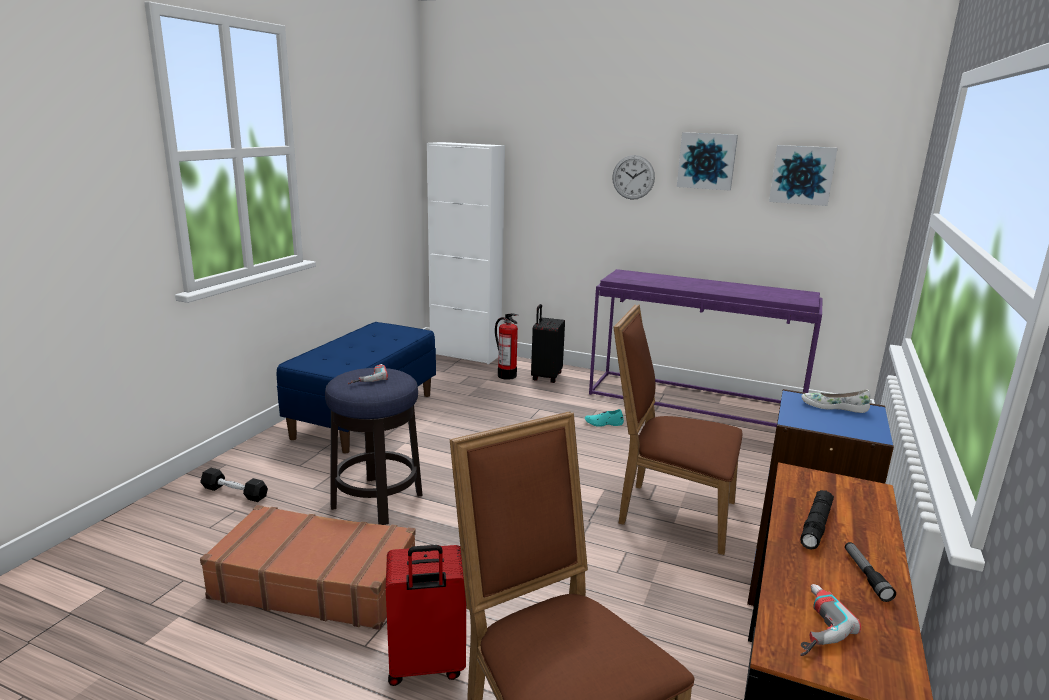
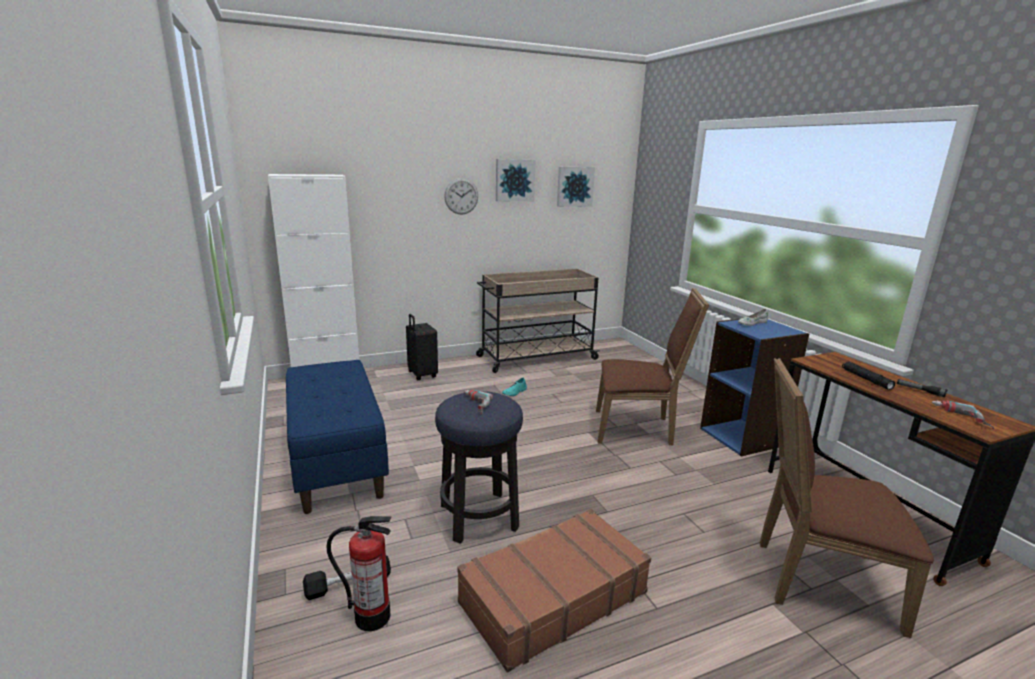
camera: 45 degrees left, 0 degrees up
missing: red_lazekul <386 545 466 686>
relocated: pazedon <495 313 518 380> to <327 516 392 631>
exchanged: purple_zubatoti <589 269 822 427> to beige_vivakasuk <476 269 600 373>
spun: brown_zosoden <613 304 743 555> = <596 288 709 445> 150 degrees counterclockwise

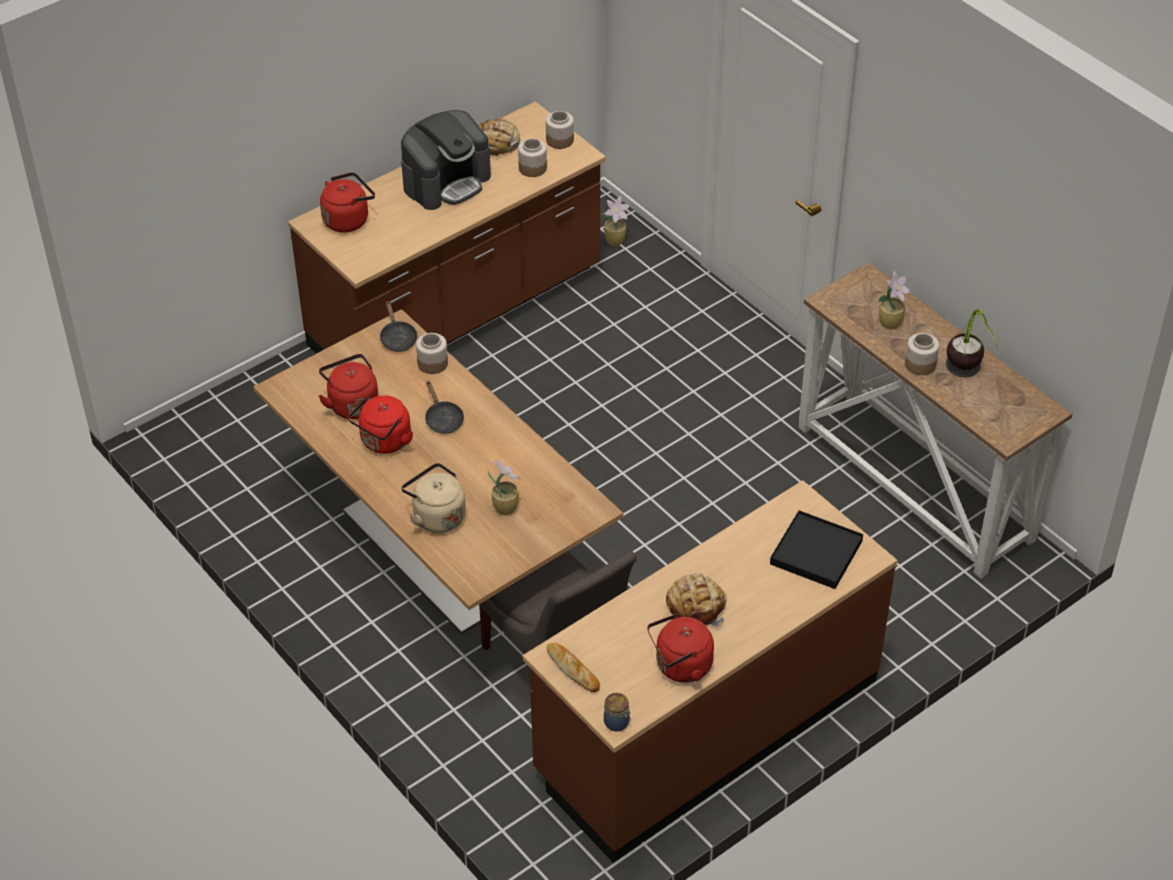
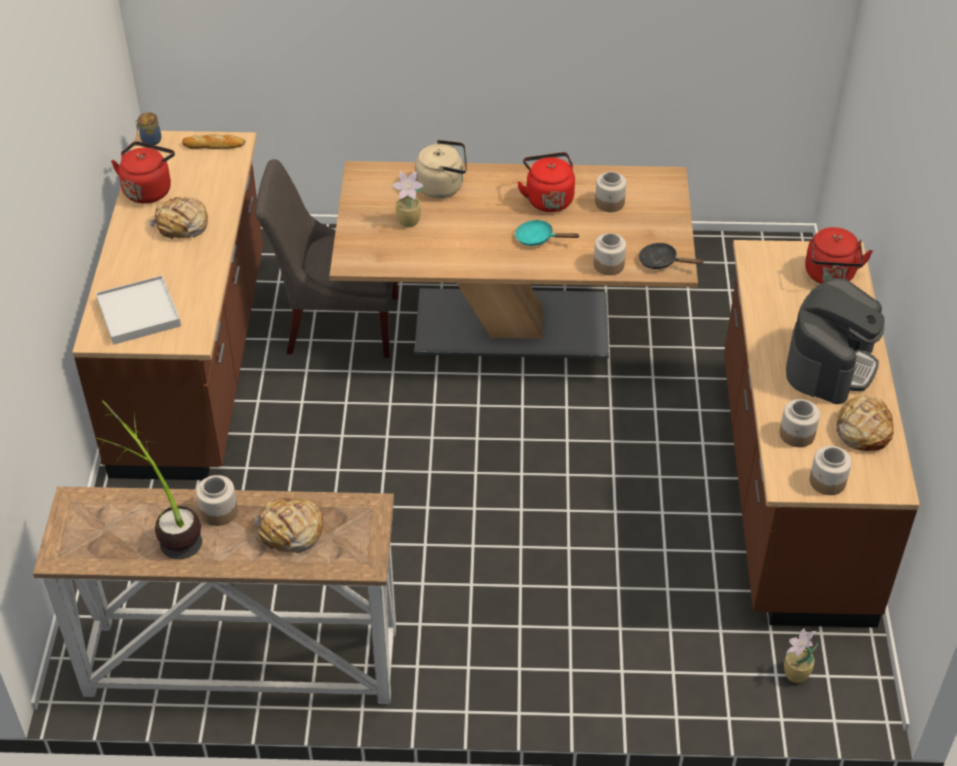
camera: 130 degrees right, 0 degrees up
exchanged: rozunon <878 271 910 329> to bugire <254 497 323 554>; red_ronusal <318 354 378 419> to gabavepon <595 172 626 212>
colour: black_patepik <425 381 464 434> to turquoise_patepik <515 220 579 246>; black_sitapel <770 510 863 589> to white_sitapel <96 275 181 345>
spun: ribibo <401 110 491 210> = <786 278 885 404> 150 degrees counterclockwise

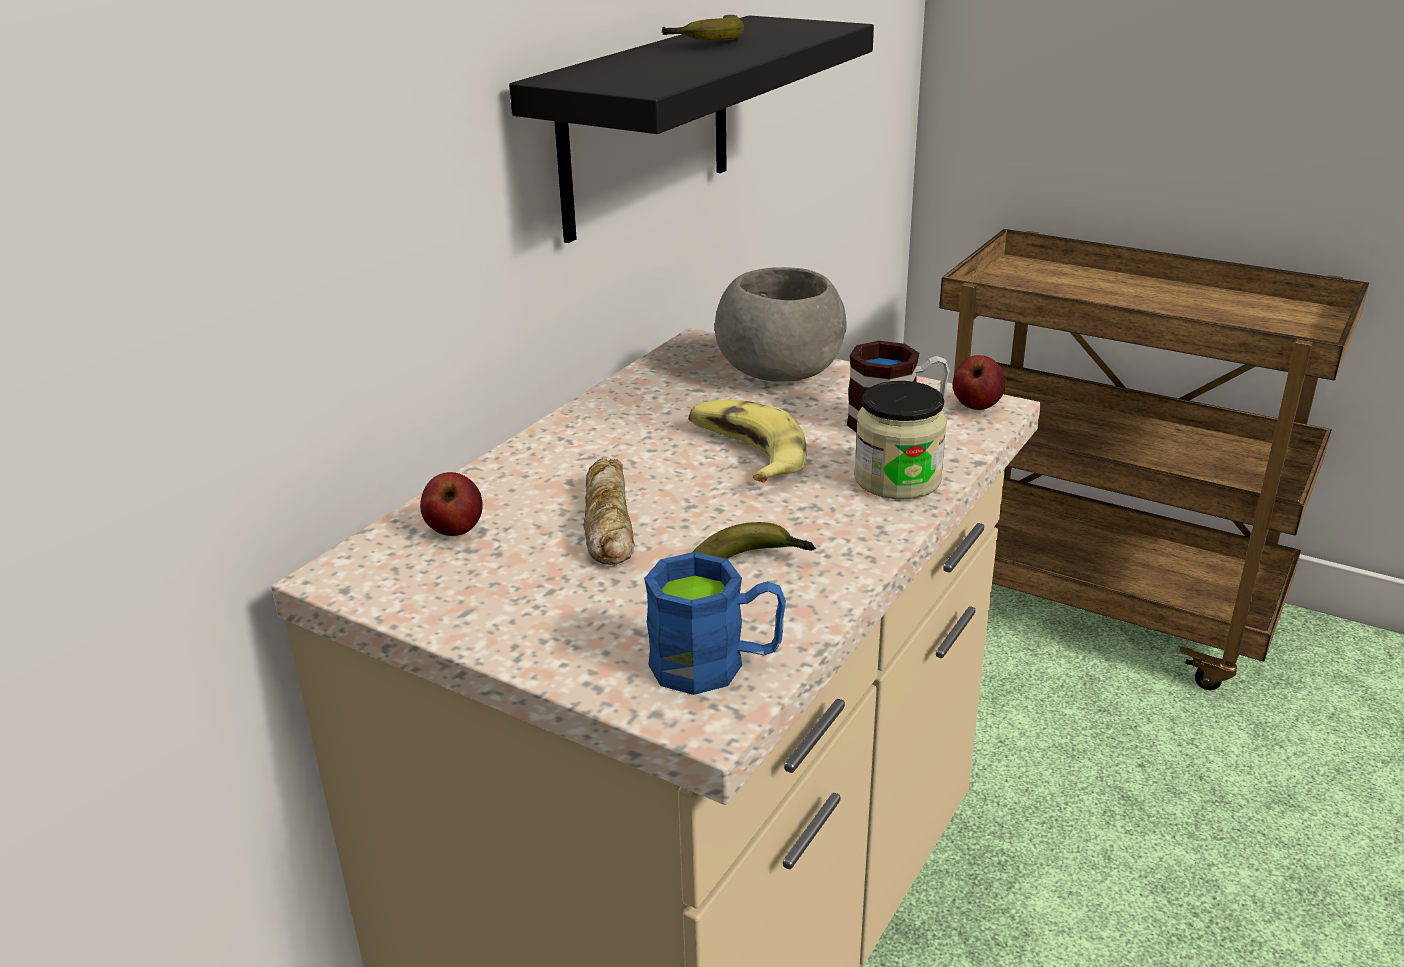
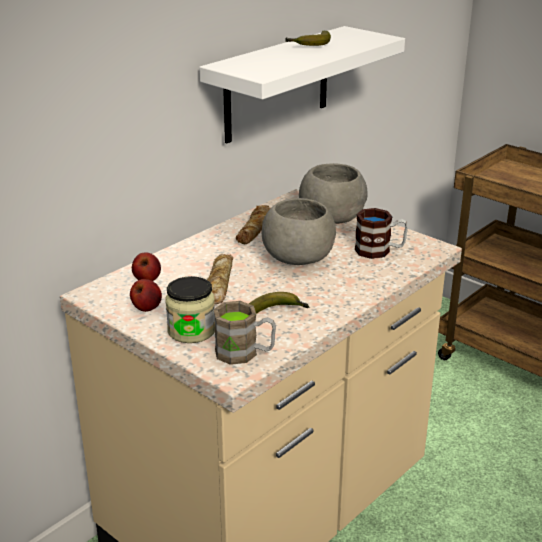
camera: 10 degrees right, 0 degrees up
appeared: bugire <236 205 270 244>
relocated: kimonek <953 355 1006 410> to <130 279 162 312>; gabavepon <854 381 947 499> to <165 276 215 343>
exchanged: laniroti <688 400 807 483> to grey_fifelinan <262 198 336 265>
colour: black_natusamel <509 15 874 243> to white_natusamel <199 26 405 143>; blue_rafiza <644 552 786 695> to brown_rafiza <214 301 276 365>

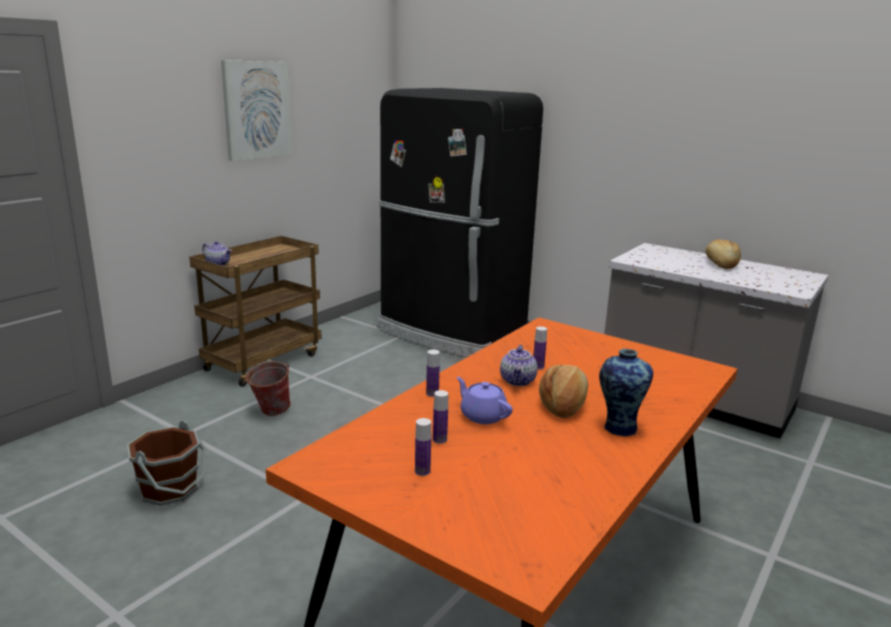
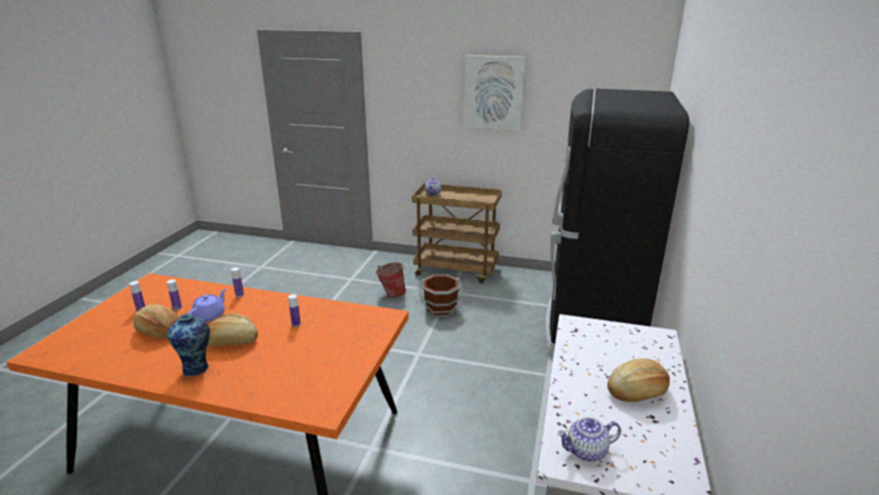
camera: 70 degrees right, 5 degrees up
appeared: bugire <133 304 179 338>
relocated: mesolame <500 345 537 386> to <557 417 621 462>; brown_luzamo <127 420 206 506> to <419 275 463 317>

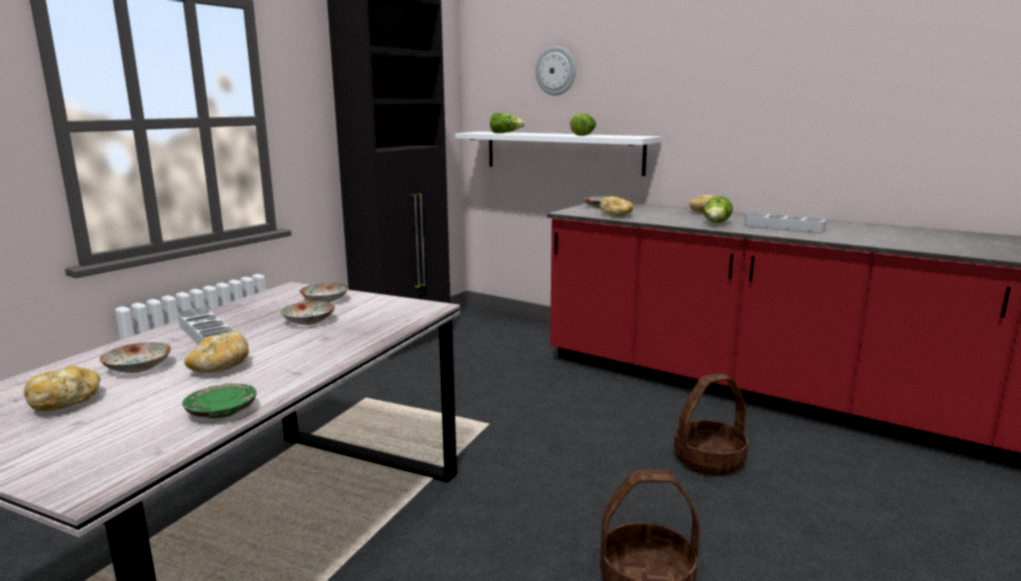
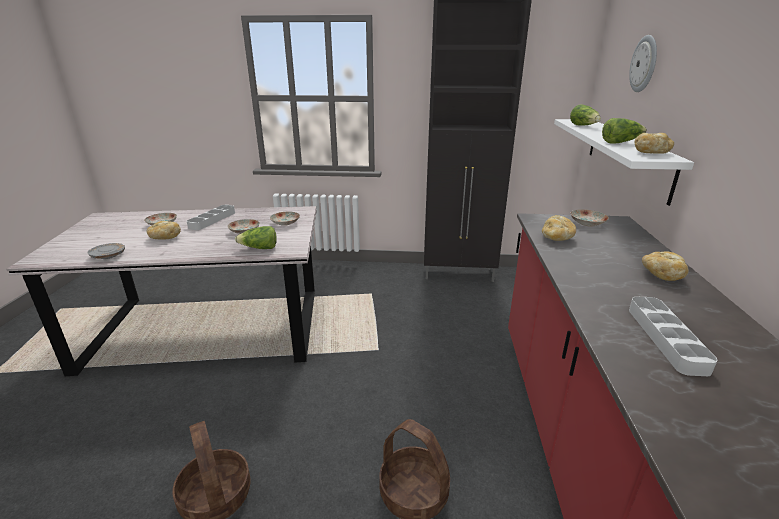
camera: 60 degrees right, 10 degrees up
relocated: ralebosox <703 196 733 223> to <235 226 277 249>; bugire <24 366 100 411> to <635 133 674 154>
colour: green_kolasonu <182 383 256 418> to grey_kolasonu <87 243 125 259>

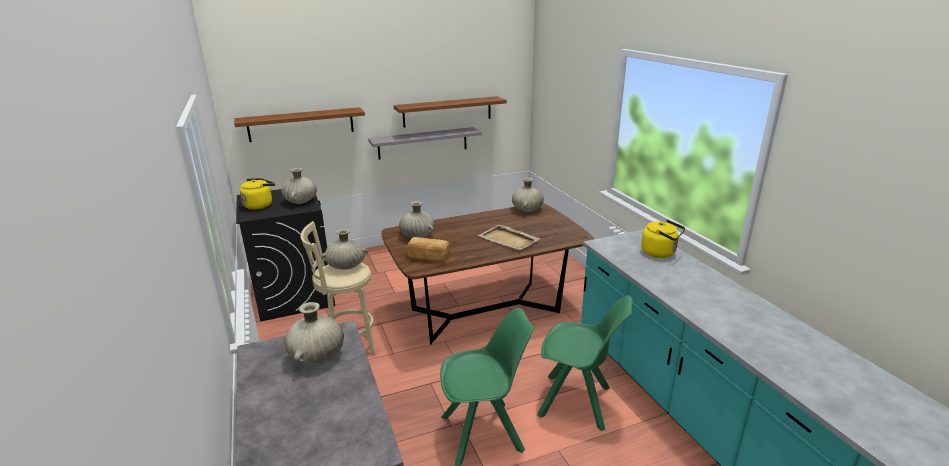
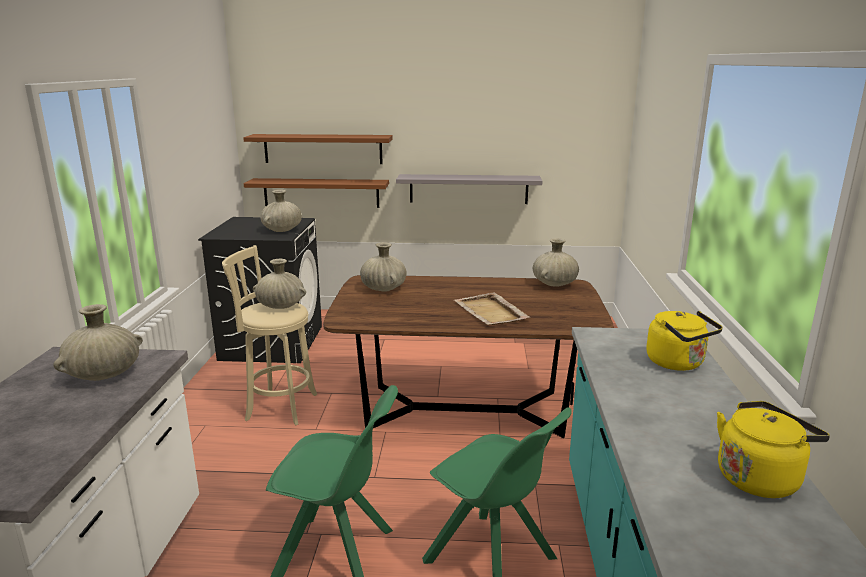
camera: 25 degrees right, 5 degrees down
missing: bugire <406 237 450 262>
relocated: brown_natusamel <393 96 507 127> to <244 178 389 208>; yellow_ronusal <240 178 275 210> to <717 401 830 498>

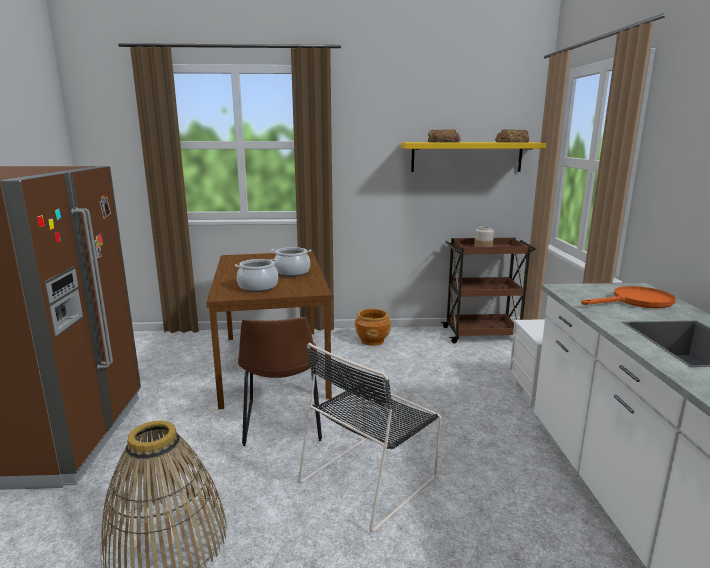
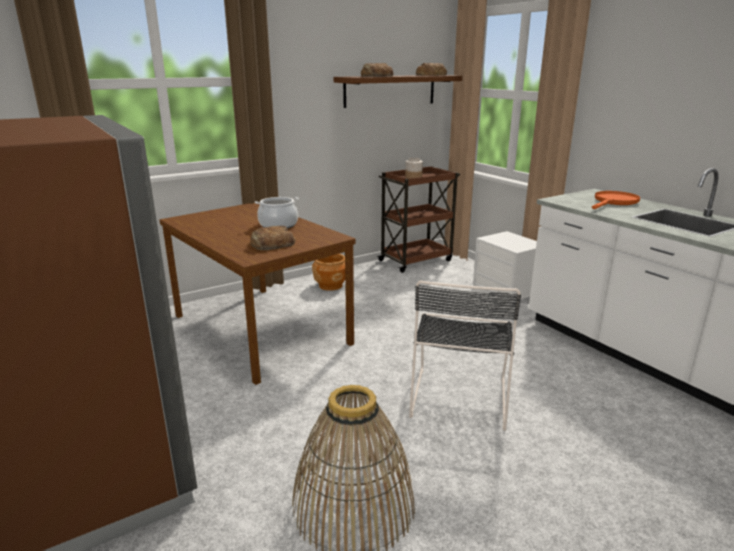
camera: 30 degrees left, 5 degrees up
missing: brown_zosoden <238 317 322 446>
exchanged: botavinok <235 259 278 292> to bugire <250 226 296 250>
colour: yellow_natusamel <401 142 546 172> to brown_natusamel <334 75 462 108>

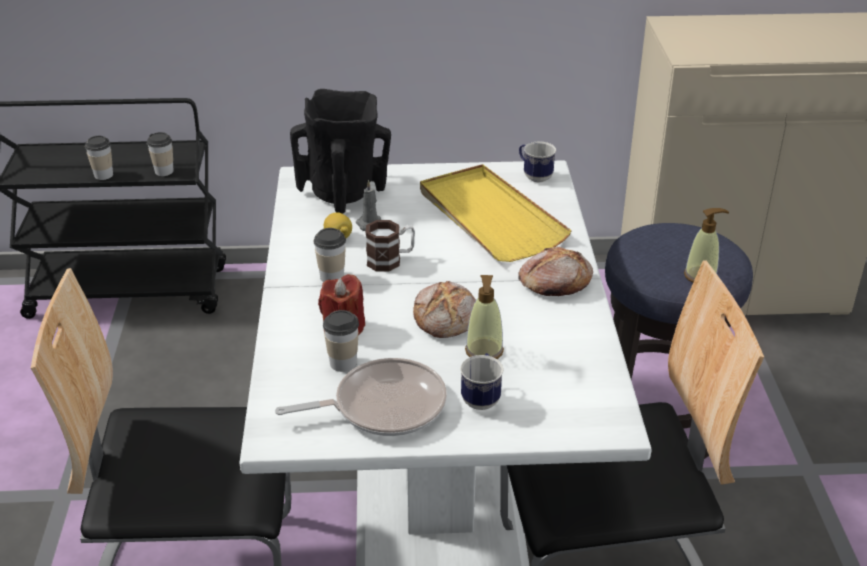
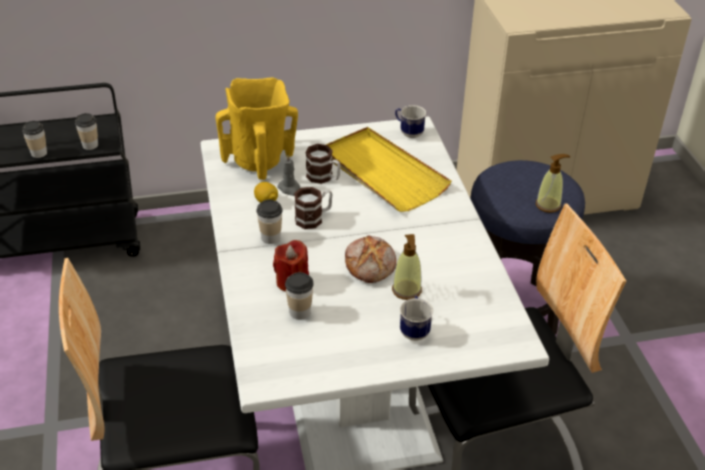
camera: 10 degrees left, 5 degrees up
missing: bugire <518 247 593 296>; patepik <275 358 447 436>
appeared: rafiza <306 144 341 184>
colour: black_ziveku <290 89 391 214> to yellow_ziveku <215 77 298 180>

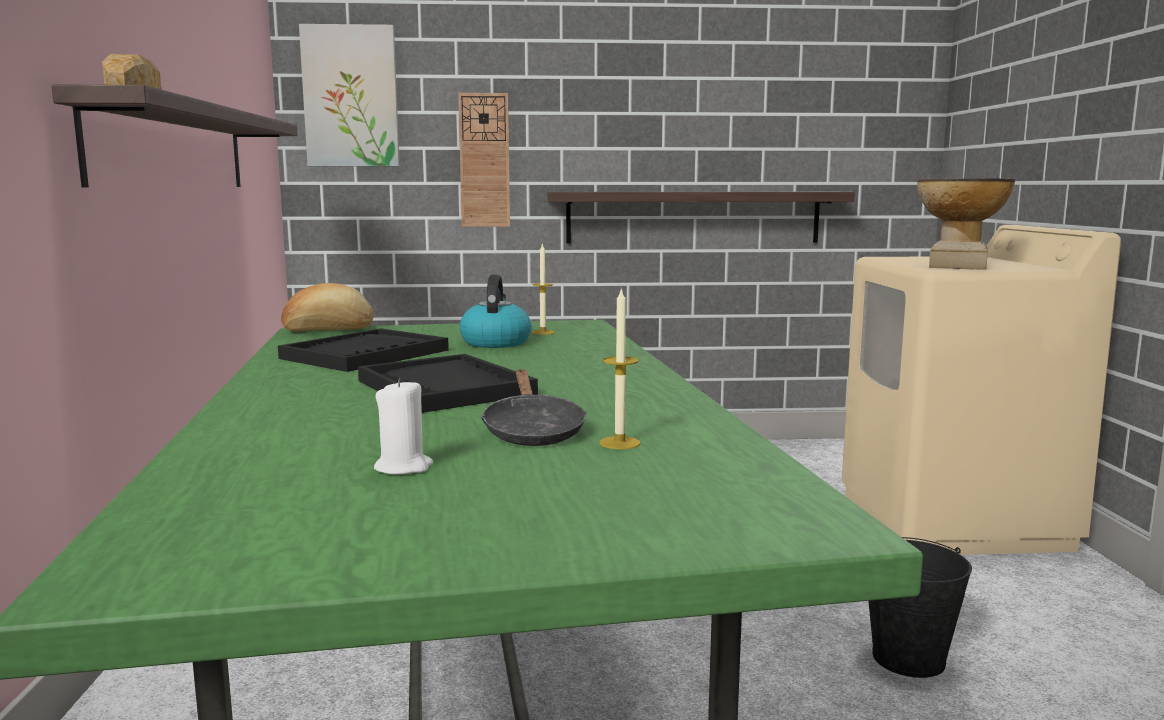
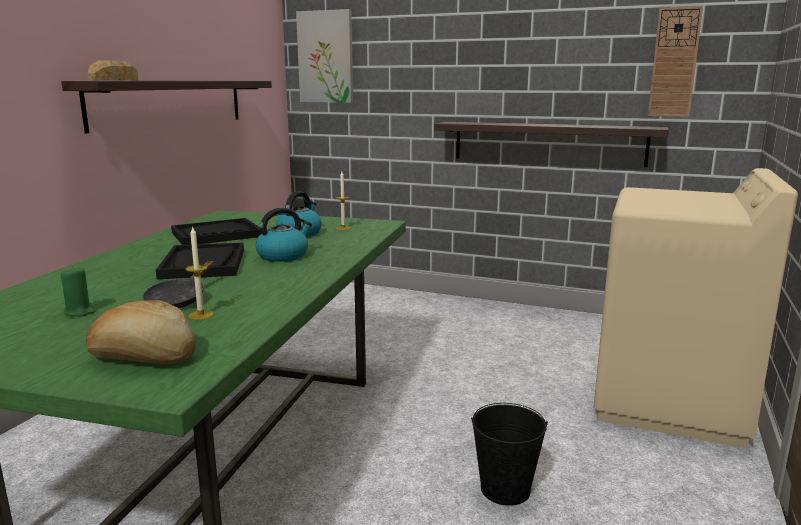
camera: 25 degrees right, 5 degrees up
missing: ziveku <917 178 1015 270>
appeared: ronusal <256 208 312 262>
relocated: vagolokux <458 93 510 227> to <648 6 703 117>; bugire <281 283 374 332> to <86 300 196 364>
colour: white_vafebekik <374 378 433 475> to green_vafebekik <61 266 96 316>

